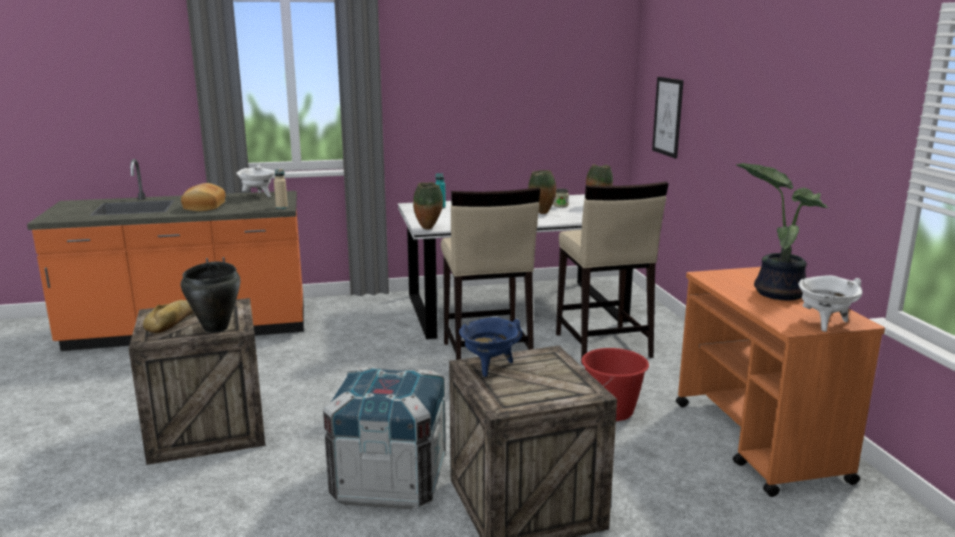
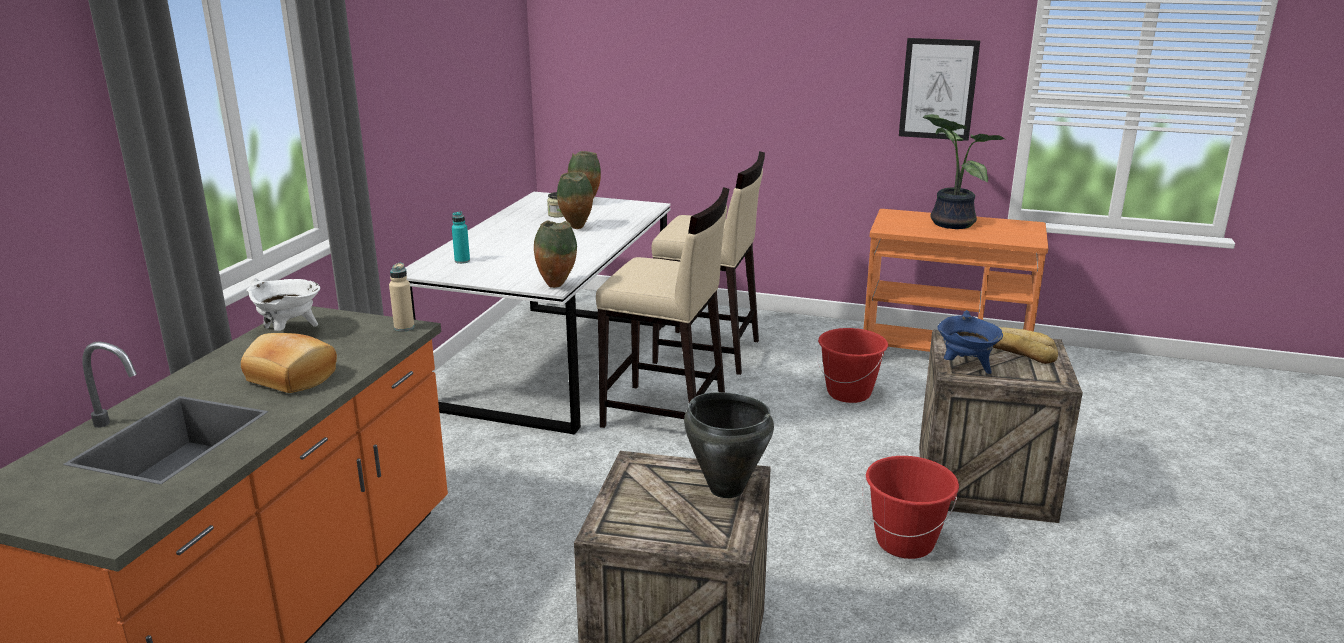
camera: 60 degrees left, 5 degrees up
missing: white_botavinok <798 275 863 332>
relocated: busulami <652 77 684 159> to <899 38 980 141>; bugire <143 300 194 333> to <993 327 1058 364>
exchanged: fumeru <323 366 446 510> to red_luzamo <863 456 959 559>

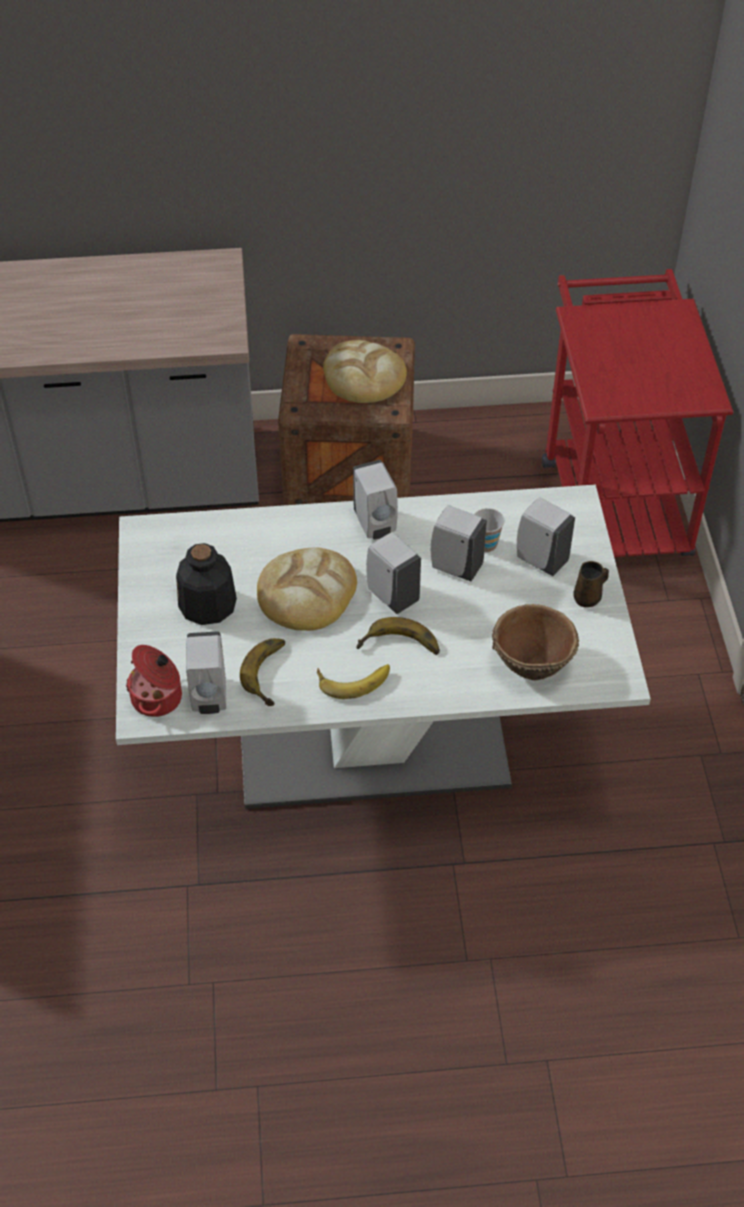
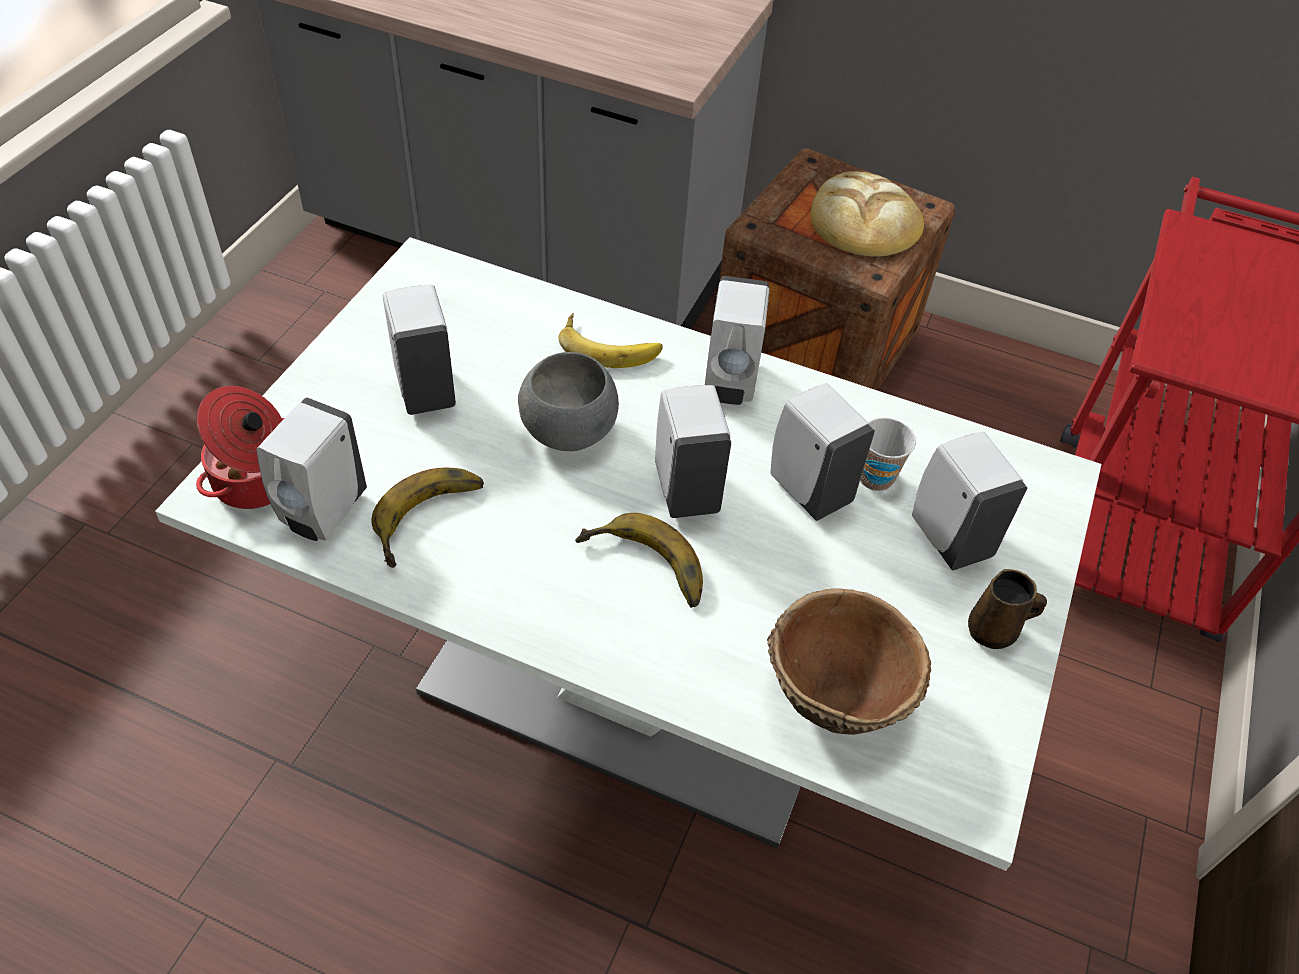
camera: 25 degrees right, 0 degrees up
relocated: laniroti <317 664 390 699> to <559 313 662 368>
exchanged: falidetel <176 543 237 625> to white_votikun <383 285 456 415>; bugire <257 547 357 631> to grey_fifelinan <518 352 619 451>

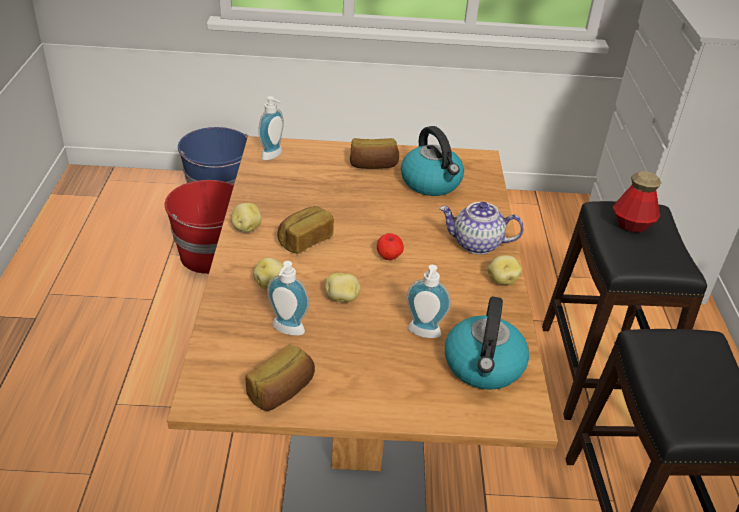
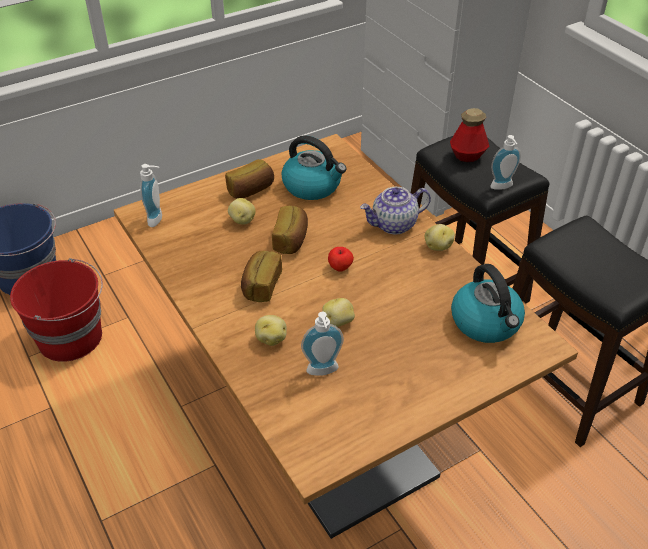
camera: 30 degrees left, 5 degrees up
relocated: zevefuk <231 203 262 232> to <228 198 255 225>; votikun <406 265 451 338> to <490 135 521 190>; bugire <245 344 315 411> to <272 205 308 254>

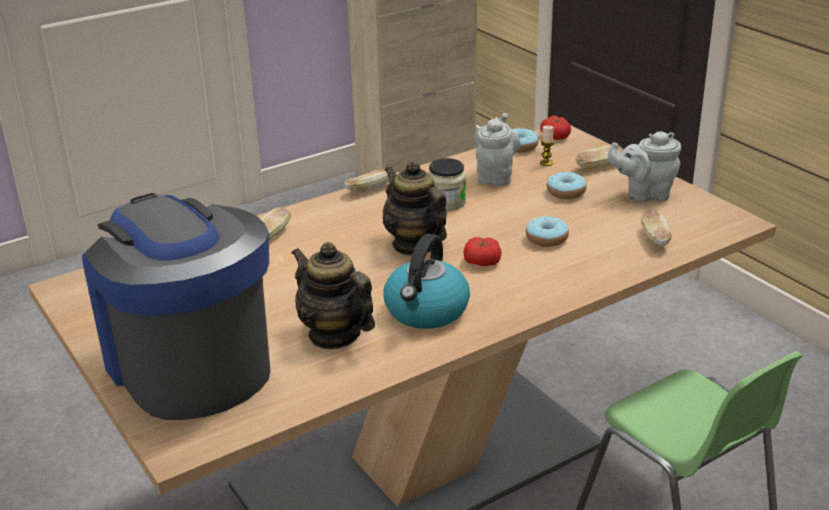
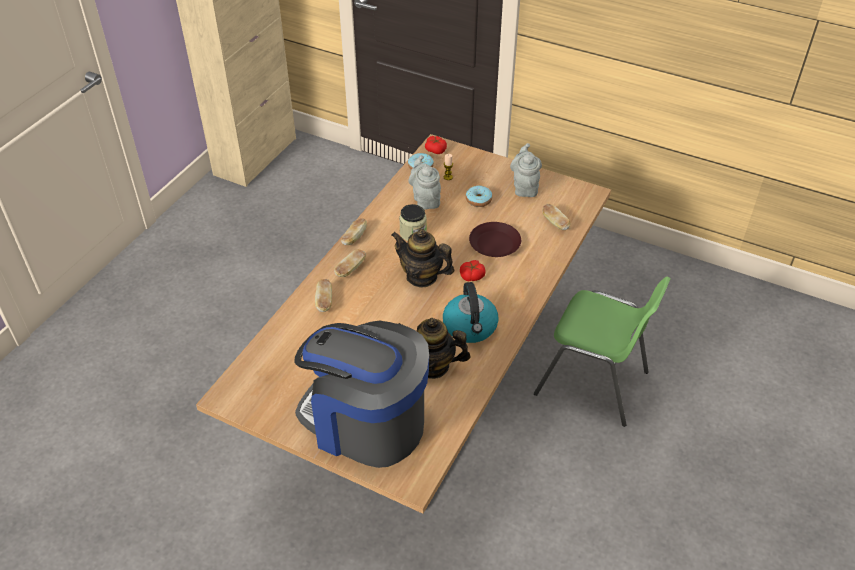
camera: 30 degrees left, 15 degrees up
relocated: bugire <575 145 624 169> to <334 249 366 277>
exchanged: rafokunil <526 216 569 247> to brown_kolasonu <469 222 521 257>
spun: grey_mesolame <608 132 681 202> = <510 143 542 197> 120 degrees clockwise

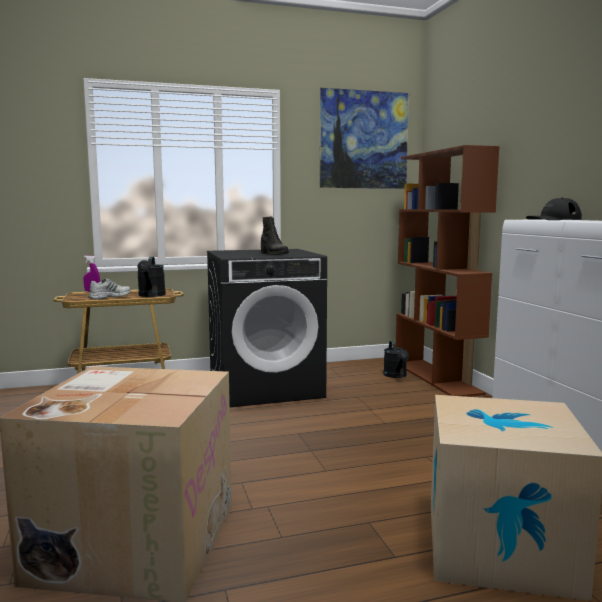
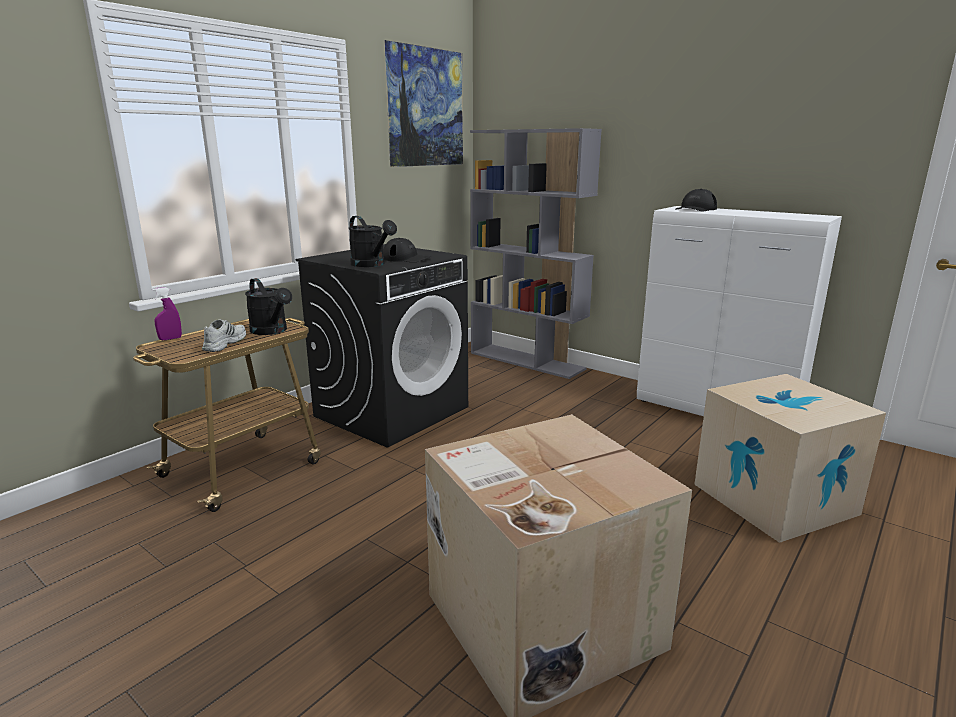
camera: 35 degrees left, 10 degrees up
relocated: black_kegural <383 341 409 378> to <349 216 397 267>
exchanged: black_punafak <261 216 289 255> to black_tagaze <383 238 431 262>
colour: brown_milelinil <396 145 499 397> to grey_milelinil <470 128 602 379>

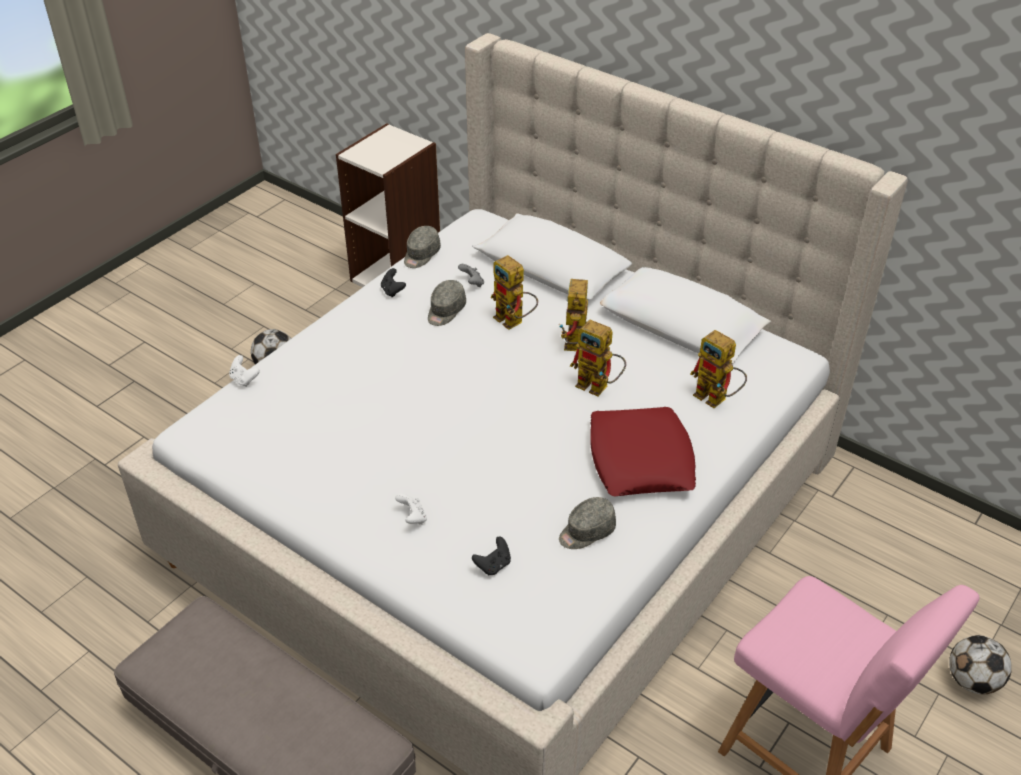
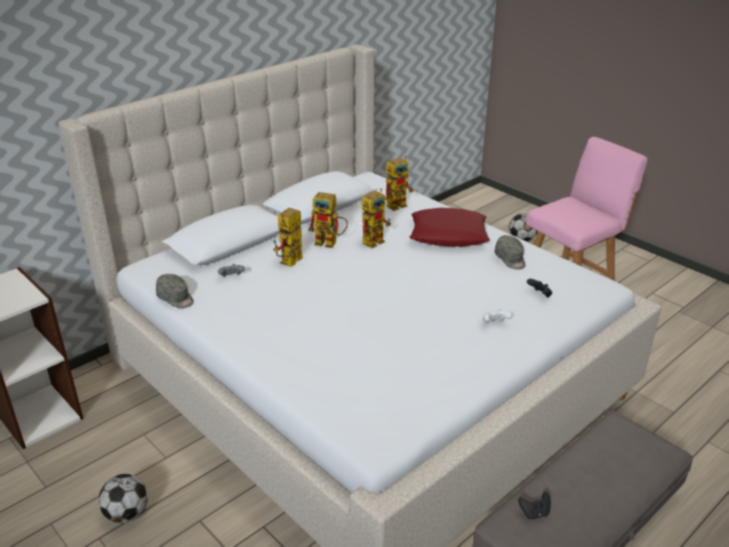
camera: 80 degrees left, 10 degrees down
missing: grey_tagaze <428 280 466 326>; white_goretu <229 355 260 387>
relocated: black_goretu <381 268 406 297> to <518 491 551 519>
spun: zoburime <490 255 538 330> = <273 208 303 267> 150 degrees clockwise

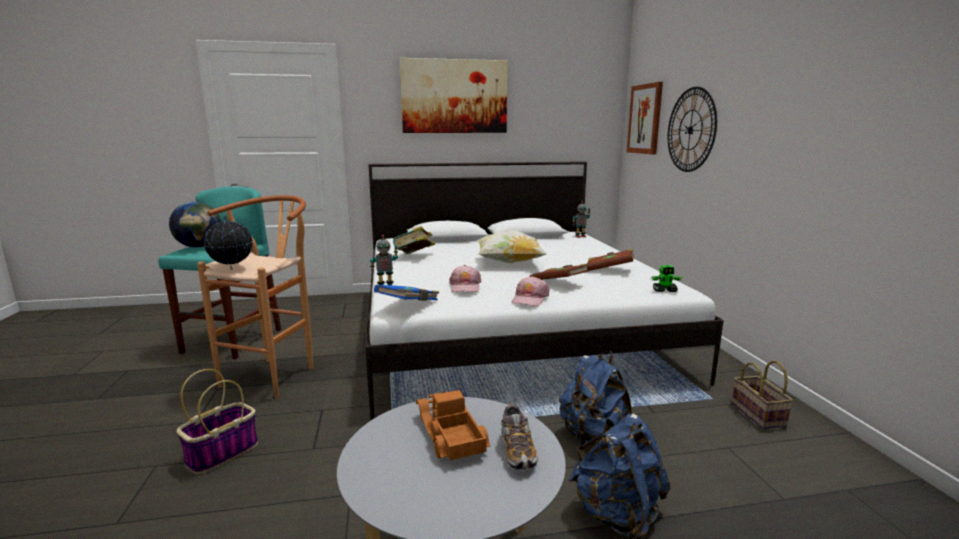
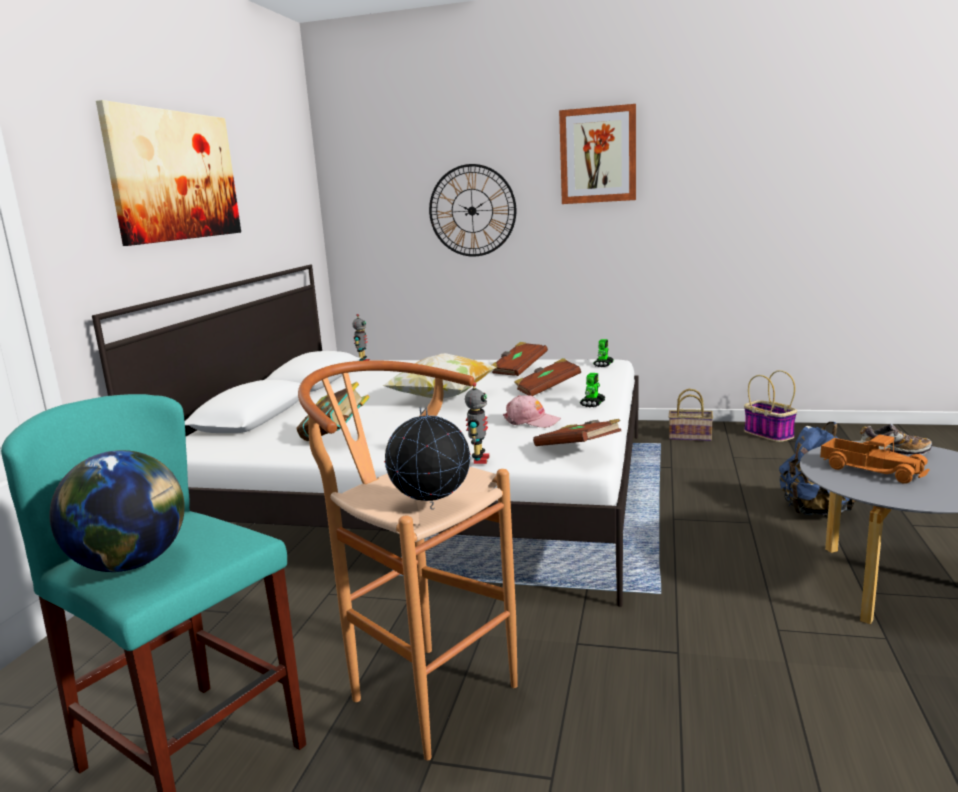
camera: 65 degrees left, 0 degrees up
missing: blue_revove <559 351 632 445>
relocated: busulami <627 82 663 155> to <559 104 636 204>; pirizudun <177 369 258 474> to <744 370 797 442>
exchanged: pink_tagaze <512 276 550 306> to zoburime <580 373 606 407>
colour: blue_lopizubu <374 285 440 301> to brown_lopizubu <533 419 621 446>
spun: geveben <416 390 490 460> = <820 434 930 484> 135 degrees counterclockwise

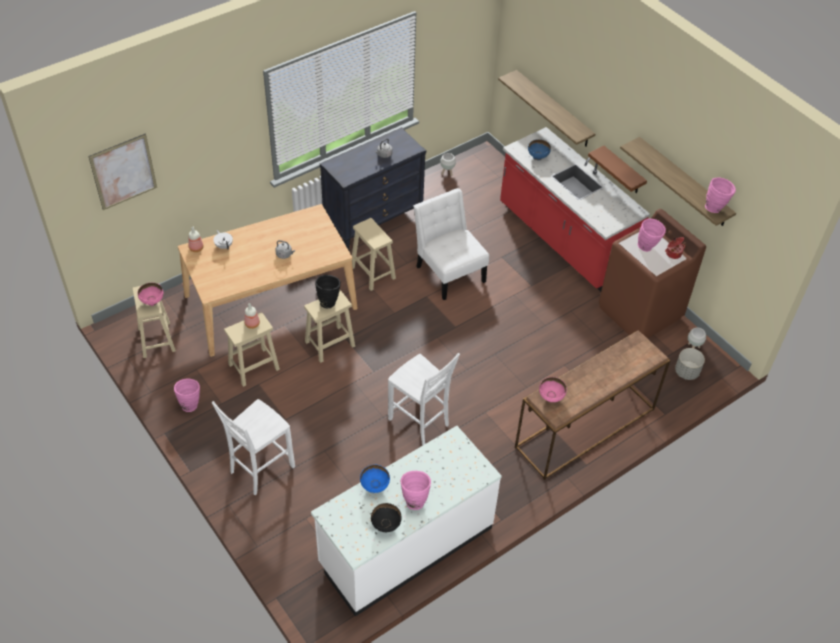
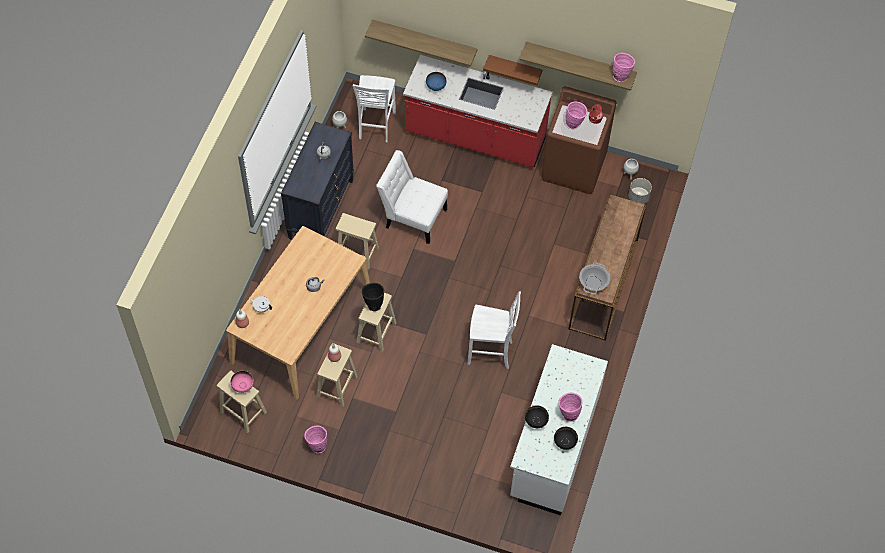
camera: 35 degrees left, 10 degrees up
missing: busulami <88 134 157 210>
relocated: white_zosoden <211 399 295 495> to <353 75 396 142>
exchanged: pink_fifelinan <539 377 567 402> to botavinok <579 262 610 294>
colour: blue_fifelinan <360 465 390 493> to black_fifelinan <525 405 549 428>

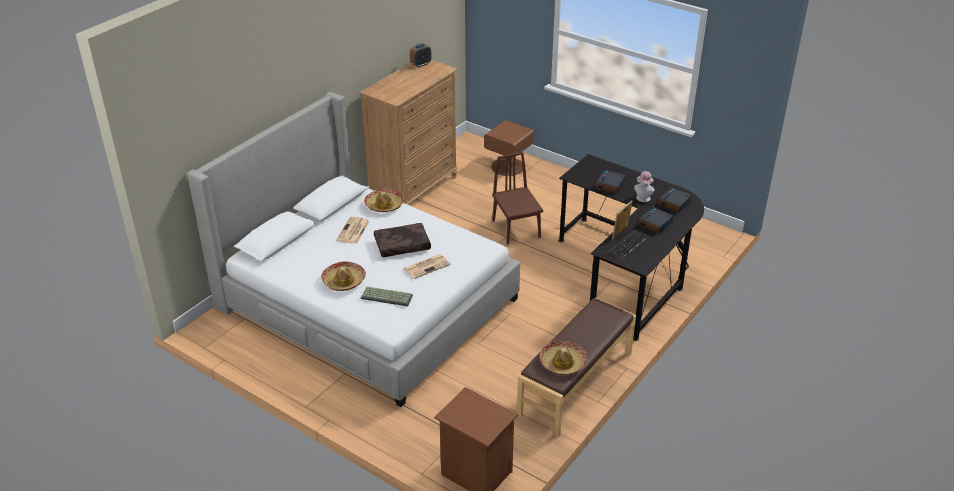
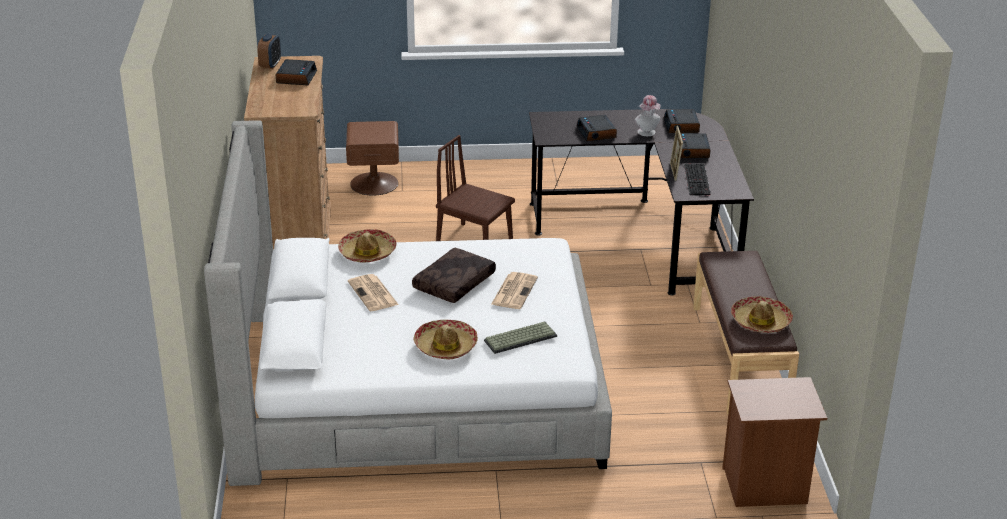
camera: 40 degrees left, 5 degrees down
appeared: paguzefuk <276 59 317 85>

